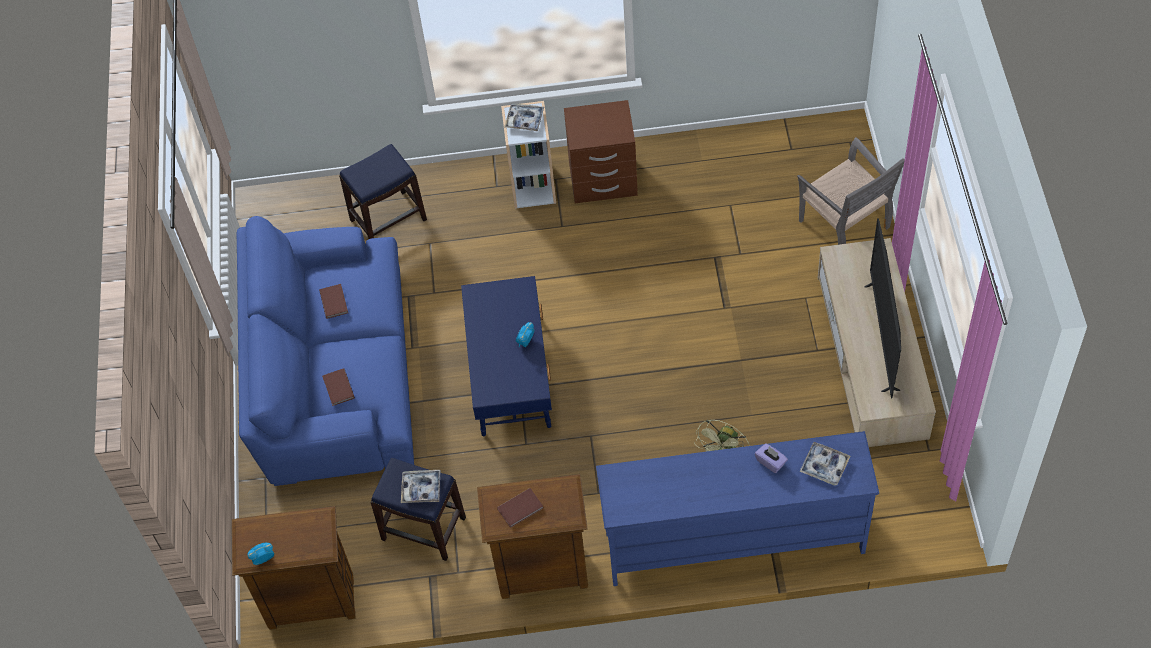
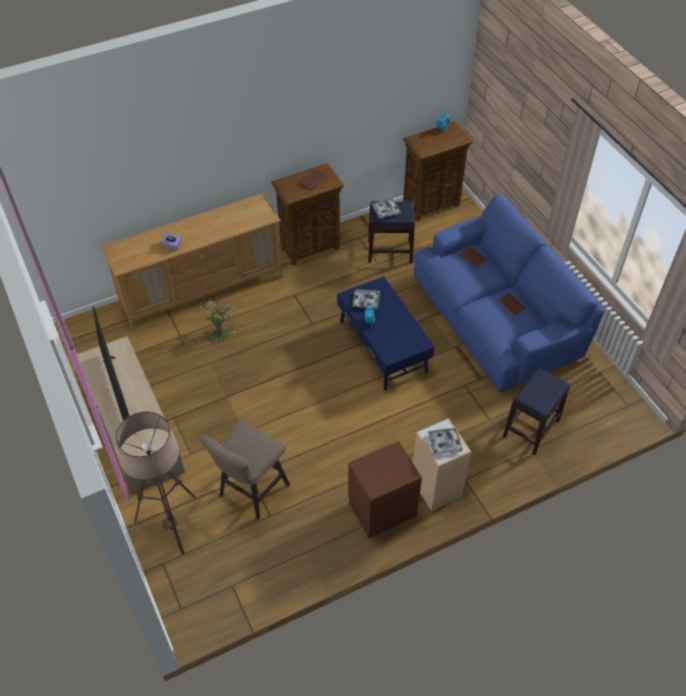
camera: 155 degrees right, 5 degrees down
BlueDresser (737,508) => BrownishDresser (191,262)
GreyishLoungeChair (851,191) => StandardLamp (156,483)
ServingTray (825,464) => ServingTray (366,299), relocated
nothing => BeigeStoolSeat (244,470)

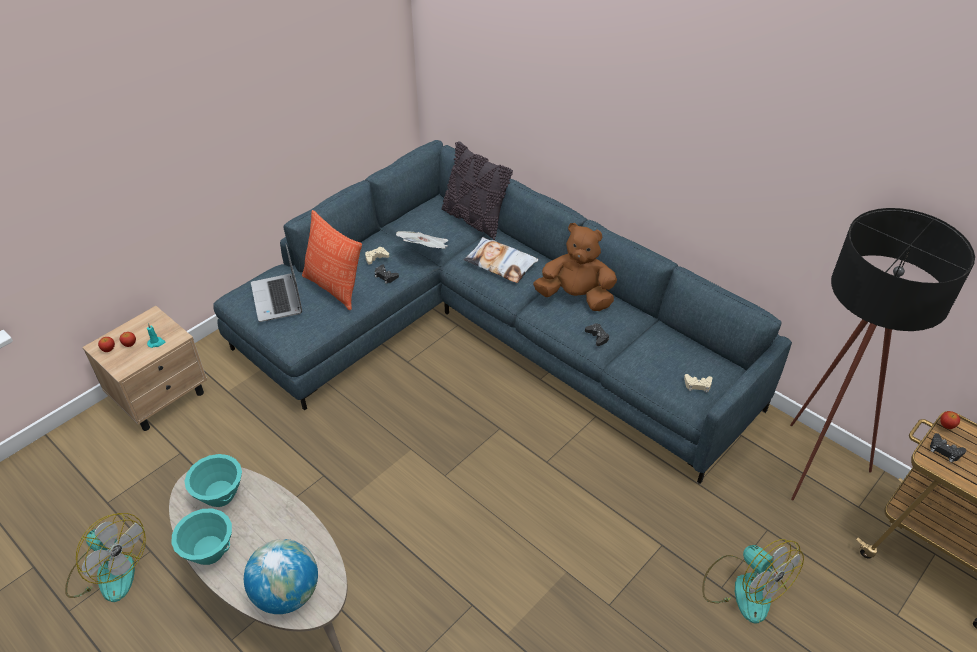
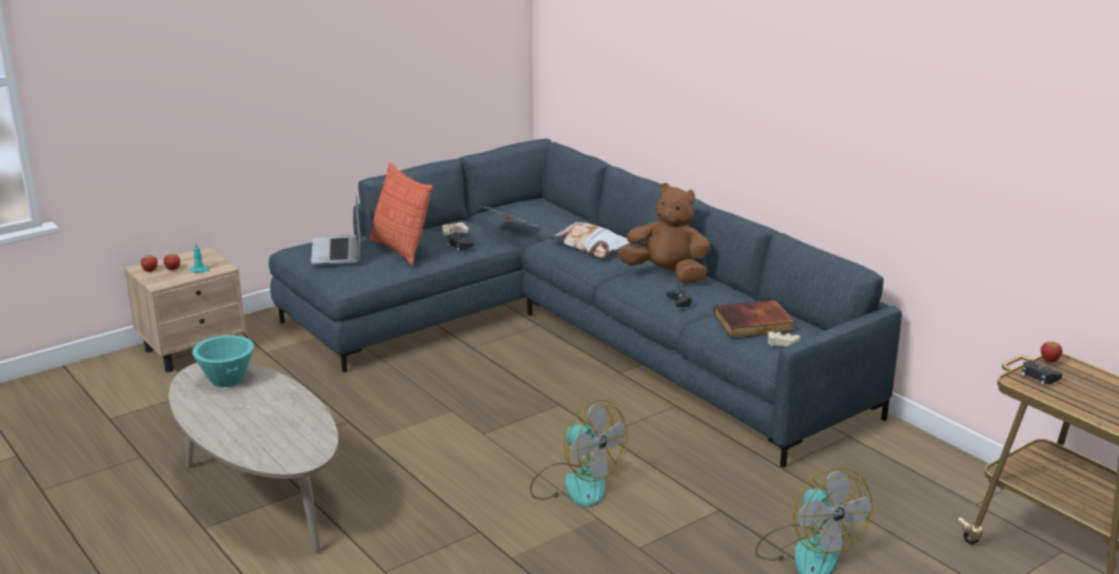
camera: 10 degrees right, 20 degrees down
Fan (105,557) => Fan (579,453), relocated
BlueGreenBowl (201,536) => nothing
WorldGlobe (281,576) => nothing
BlackishPillow (477,190) => nothing
BlackishStandardLamp (882,354) => nothing
nothing => BoundBook (754,319)

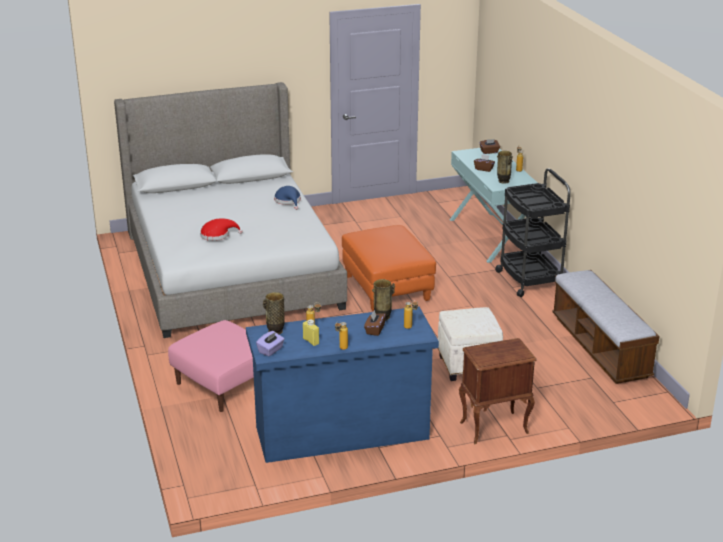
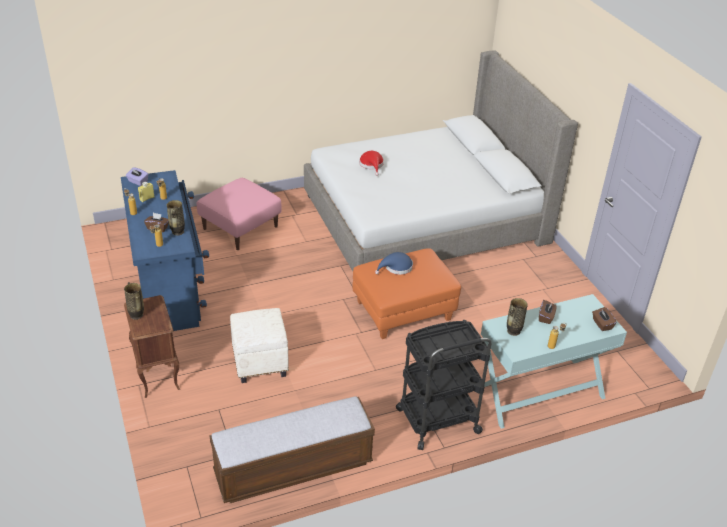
camera: 85 degrees right, 10 degrees up
FlowerVase (274,313) => FlowerVase (134,301), relocated
BlueClothingHat (287,198) => BlueClothingHat (394,263), relocated

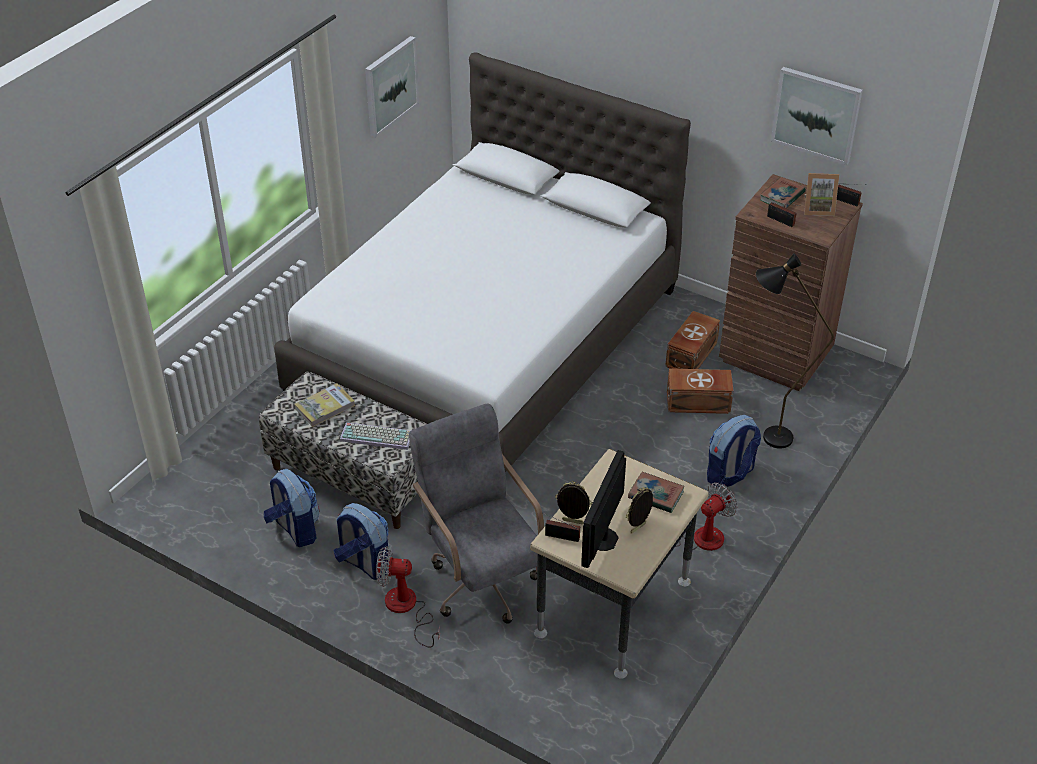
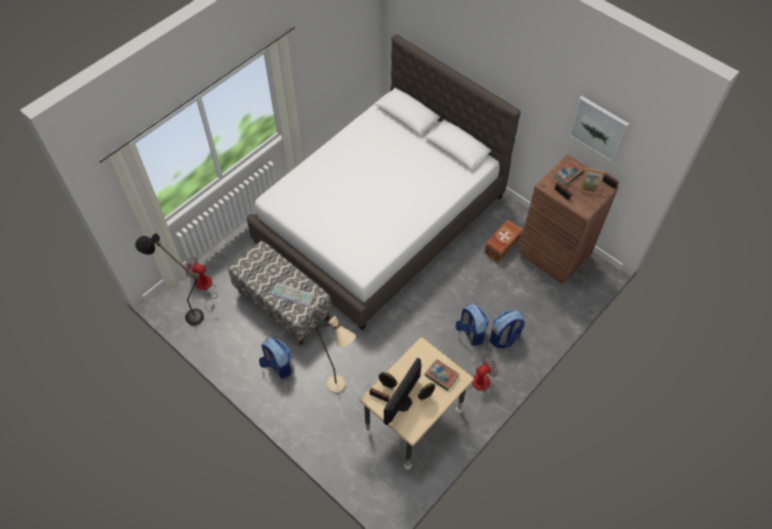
camera: 10 degrees right, 15 degrees up
Rucksack (292,508) => Rucksack (472,324), relocated
BoundBook (325,405) => nothing
WallPicture (392,87) => nothing
Fan (408,596) => Fan (201,284), relocated
GreyishOfficeChair (476,514) => BeigeStandardLamp (336,354)
BrownishStorageContainer (700,391) => nothing
BlackishStandardLamp (795,351) => BlackishStandardLamp (169,279), relocated

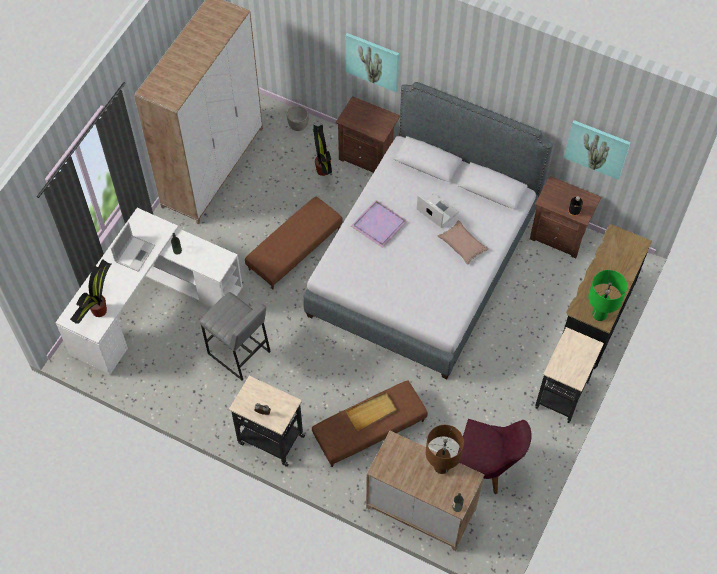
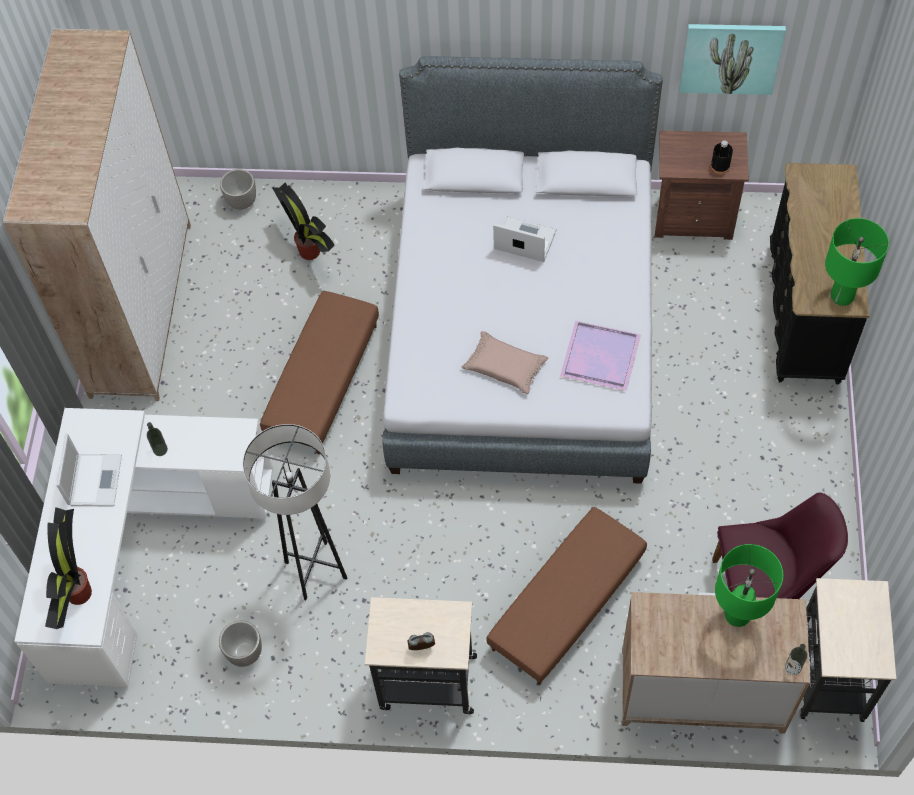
camera: 20 degrees left, 0 degrees up
GreyishStoolSeat (235,336) => GreyishStandardLamp (295,512)
BrownishNightstand (367,134) => nothing
WallPicture (372,62) => nothing
BeigeServingTray (371,411) => nothing
PurplishServingTray (379,224) => PurplishServingTray (600,356), relocated
BrownishTableLamp (445,449) => GreenColouredTableLamp (749,585)
BeigePillow (463,242) => BeigePillow (504,362), relocated
Trolley (569,375) => Trolley (847,650), relocated
nothing => PlantPot (240,644)

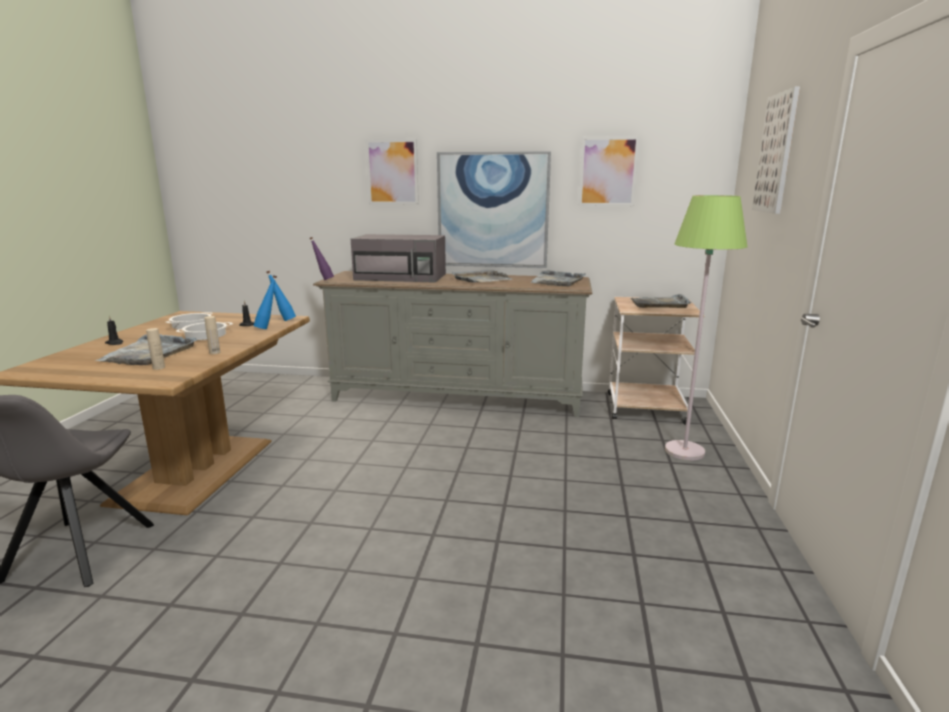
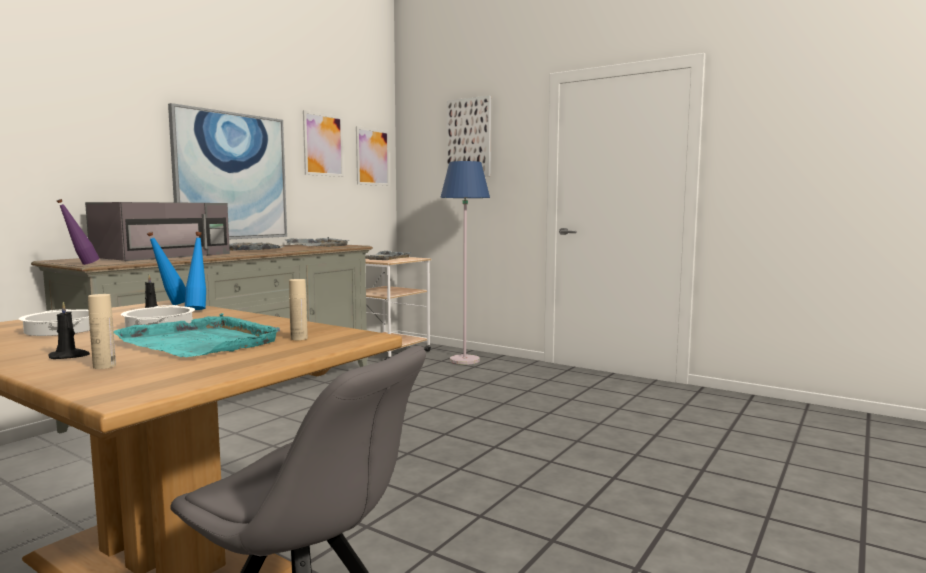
camera: 65 degrees left, 10 degrees down
GreyishServingTray (146,349) => BlueGreenServingTray (197,335)
BeigeBottle (212,335) => BeigeBottle (102,331), relocated
WallPicture (392,172) => WallPicture (372,156), relocated
GreenColouredStandardLamp (706,327) => BlueStandardLamp (465,263)

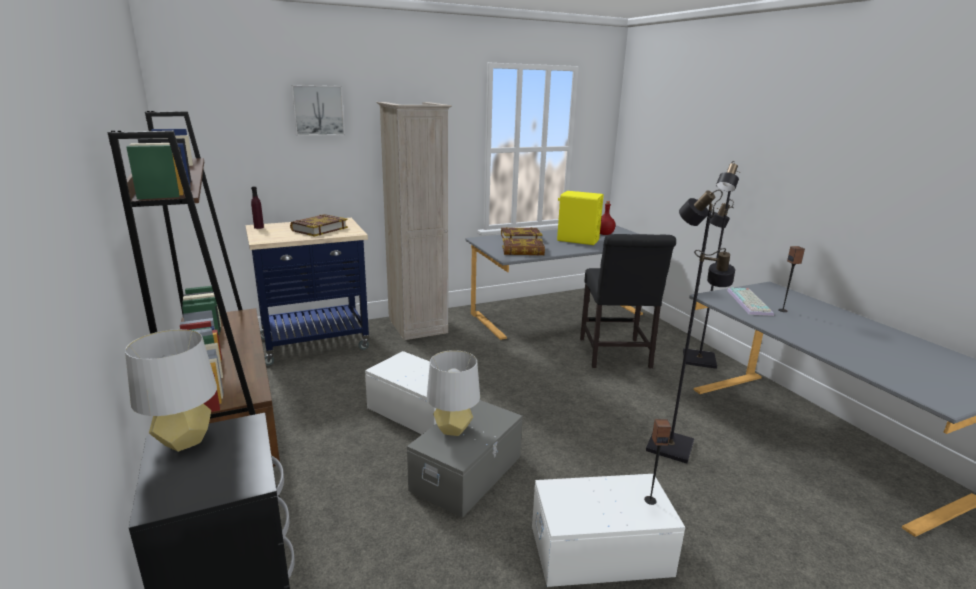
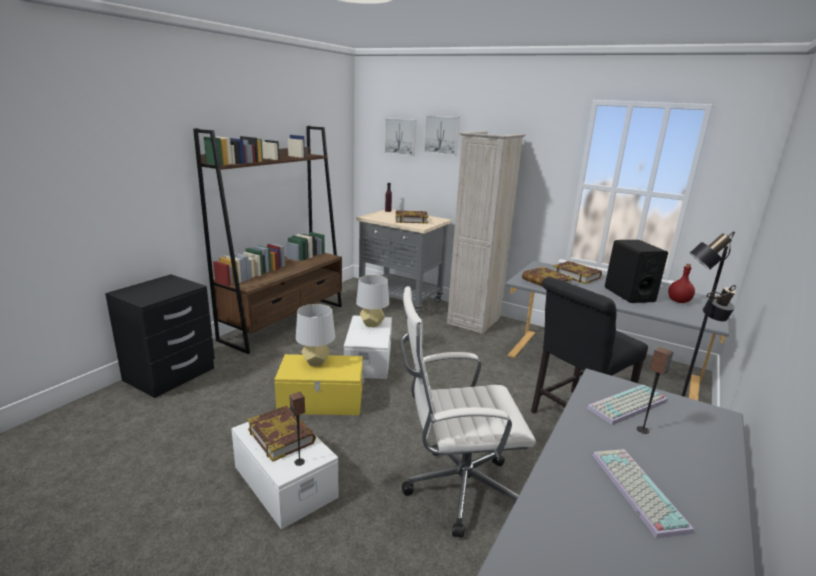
camera: 55 degrees right, 0 degrees up
GreyishTableLamp (171,390) => GreyishTableLamp (372,301), relocated
BlueTrolley (307,292) => GreyishTrolley (403,262)
GreyishStorageContainer (464,459) => YellowColouredStorageContainer (319,384)
YellowColouredLoudspeaker (580,218) => BlackishLoudspeaker (636,271)
BlackishStandardLamp (690,327) => WhiteColouredOfficeChair (468,412)
nothing => BoundBook (281,433)
nothing => WallPicture (400,137)
nothing => ComputerKeyboard (643,493)

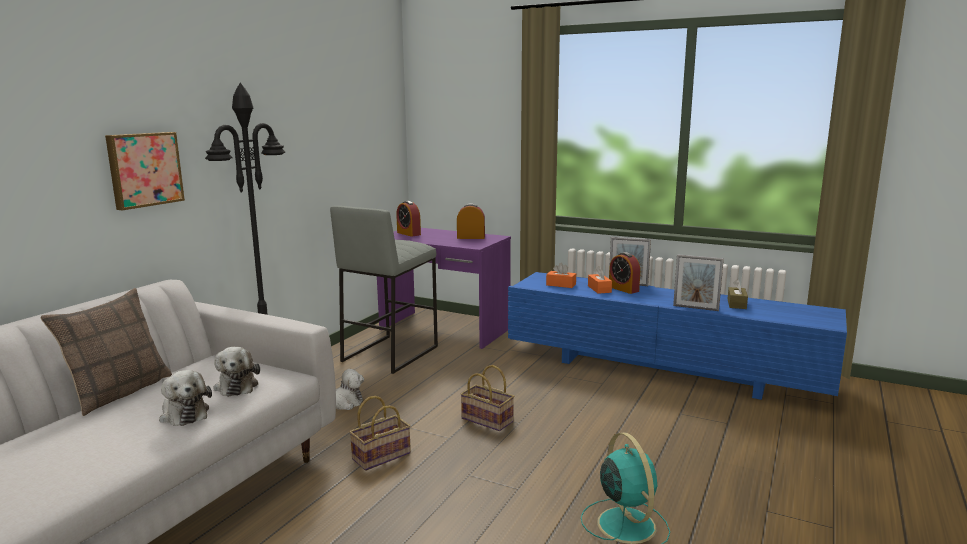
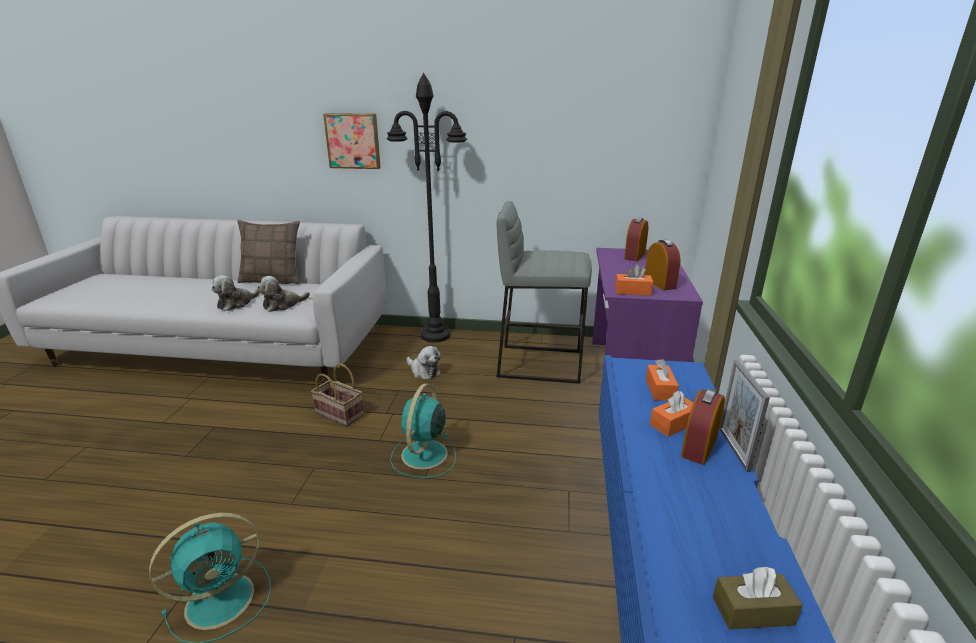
camera: 70 degrees right, 10 degrees up
Basket (487,398) => BlueGreenFan (423,430)
PictureFrame (698,282) => nothing
nothing => OrangeyTissueHolder (634,280)

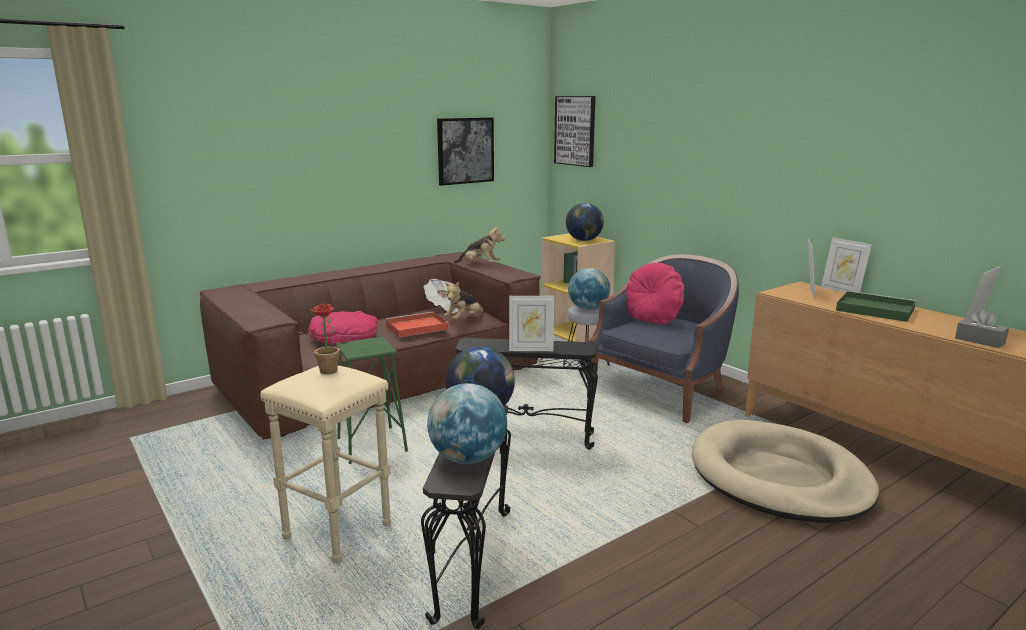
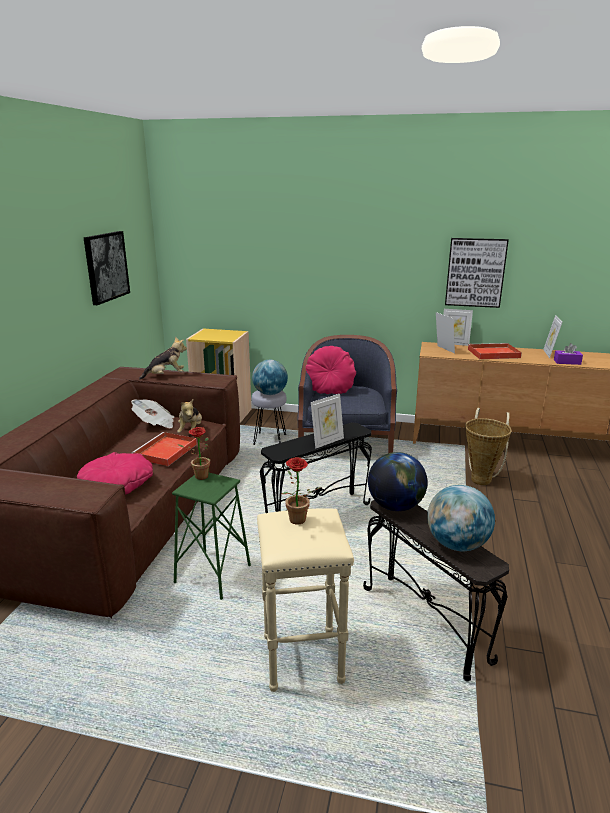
camera: 40 degrees left, 5 degrees up
WallPicture (574,131) => WallPicture (477,273), relocated
WorldGlobe (585,222) => nothing
BeigeDogBed (785,471) => Basket (488,446)
GreenColouredServingTray (876,306) => ReddishServingTray (495,351)
GreyishTissueHolder (982,328) => PurplishTissueHolder (568,354)
nothing => Houseplant (193,453)

